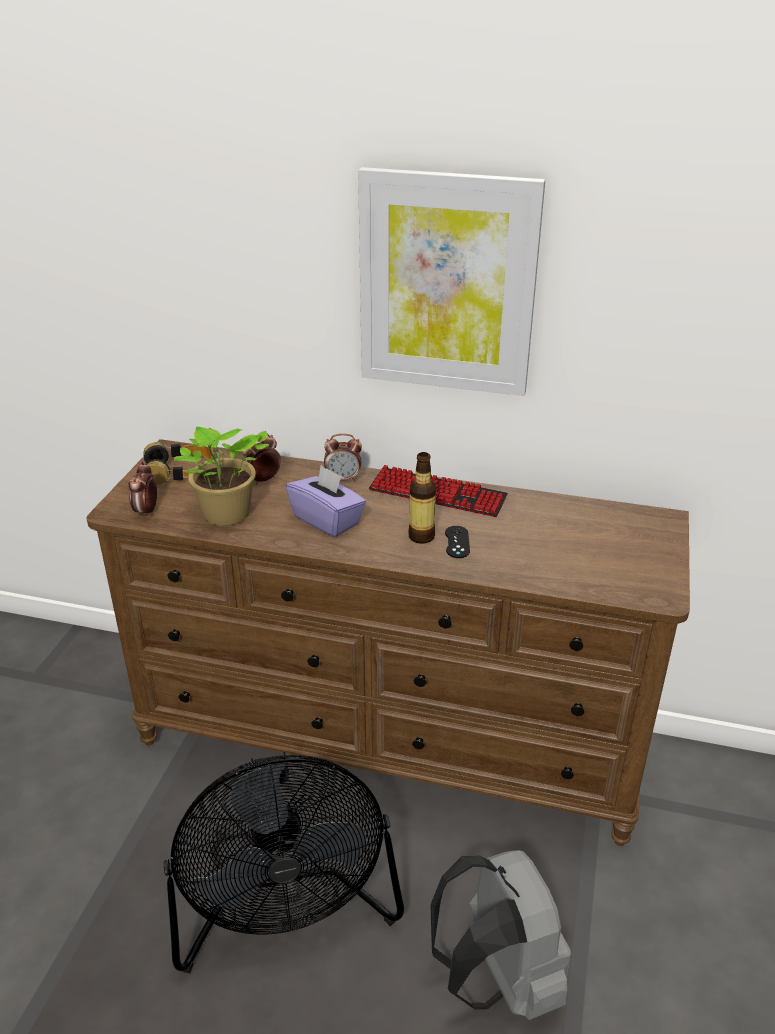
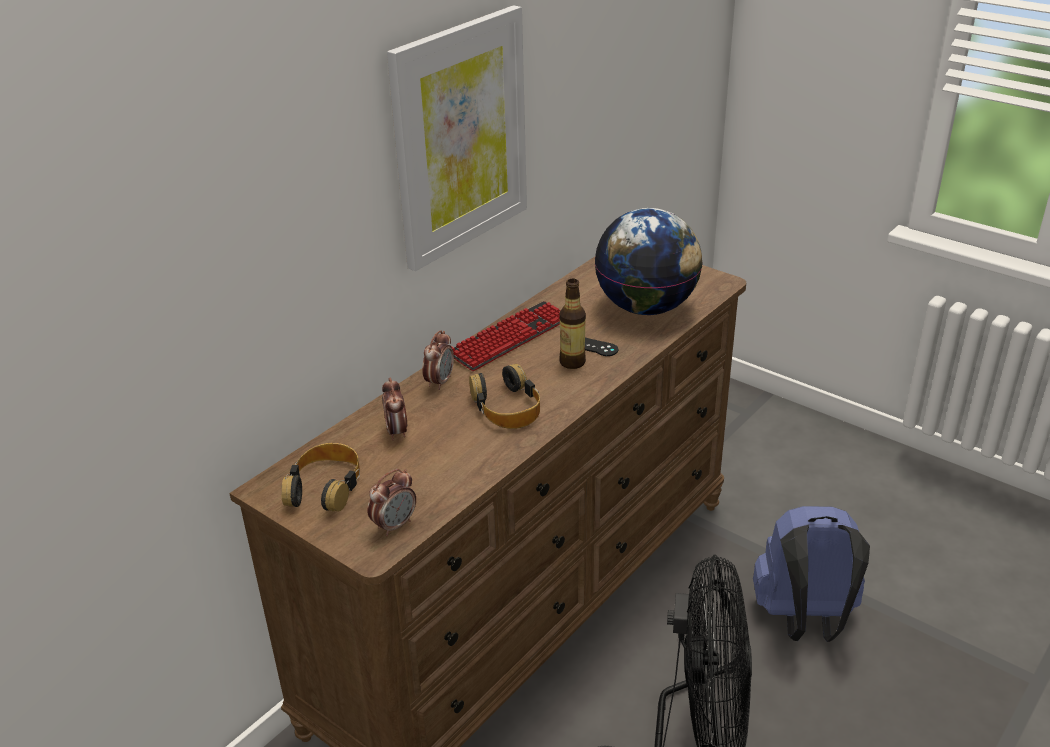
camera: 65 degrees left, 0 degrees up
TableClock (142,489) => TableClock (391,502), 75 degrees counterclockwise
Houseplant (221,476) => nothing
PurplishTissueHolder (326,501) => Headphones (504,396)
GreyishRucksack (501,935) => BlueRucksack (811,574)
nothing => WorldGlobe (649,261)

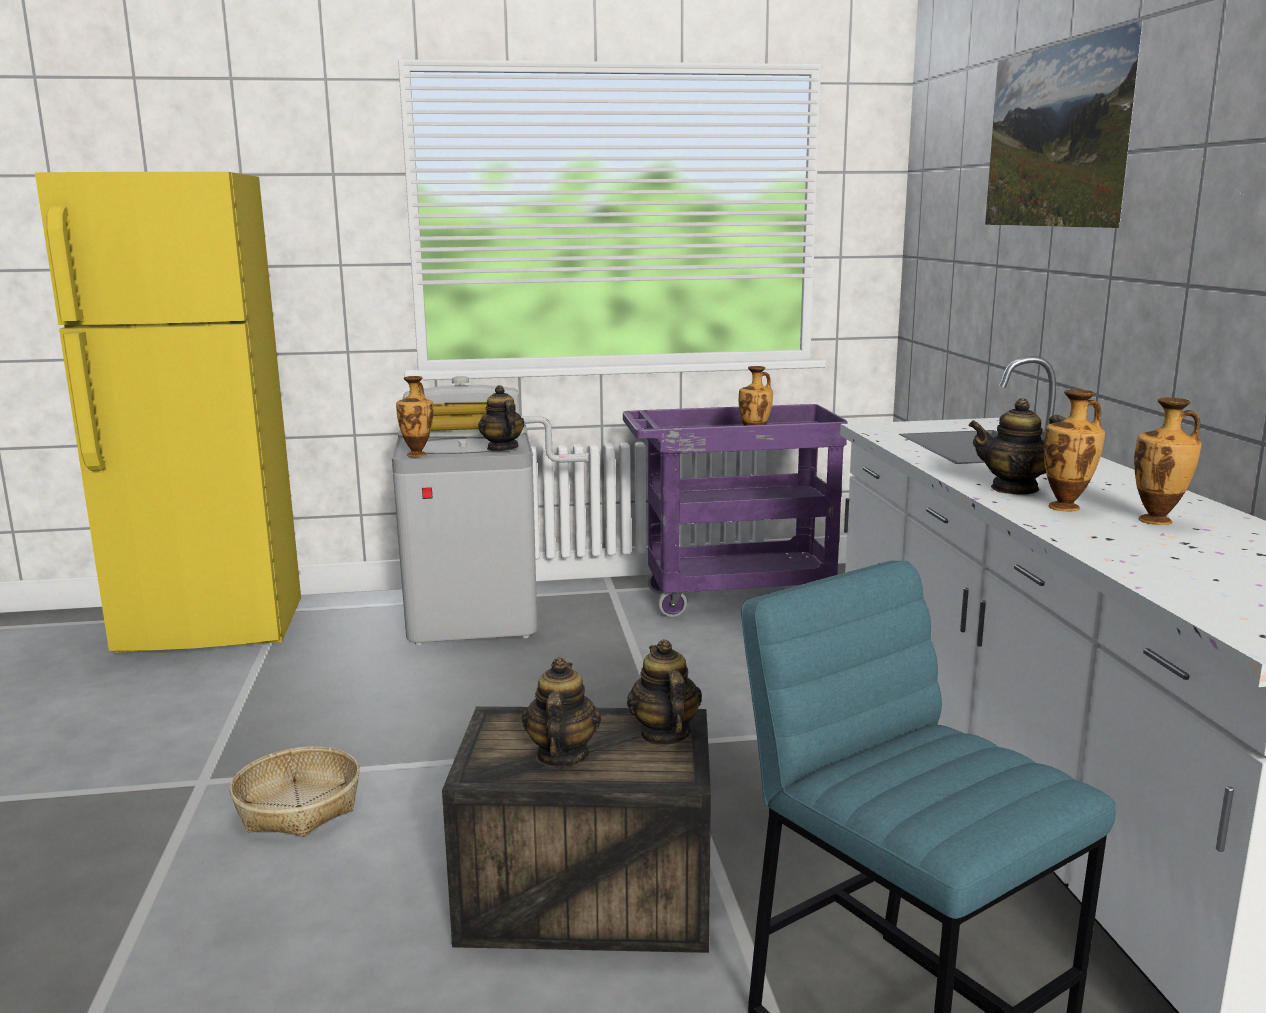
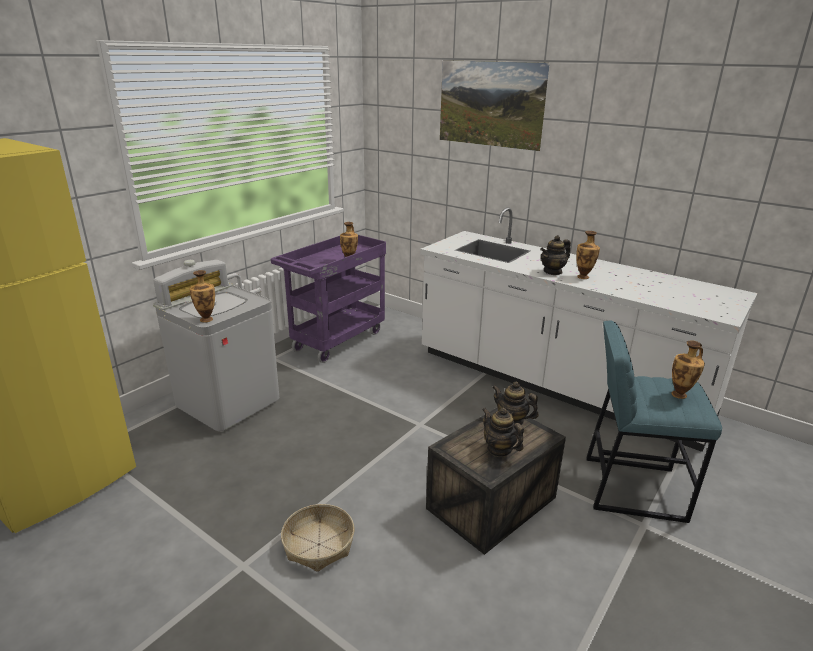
camera: 45 degrees left, 10 degrees up
Teapot (501,418) => nothing
FlowerVase (1167,461) => FlowerVase (688,369), relocated

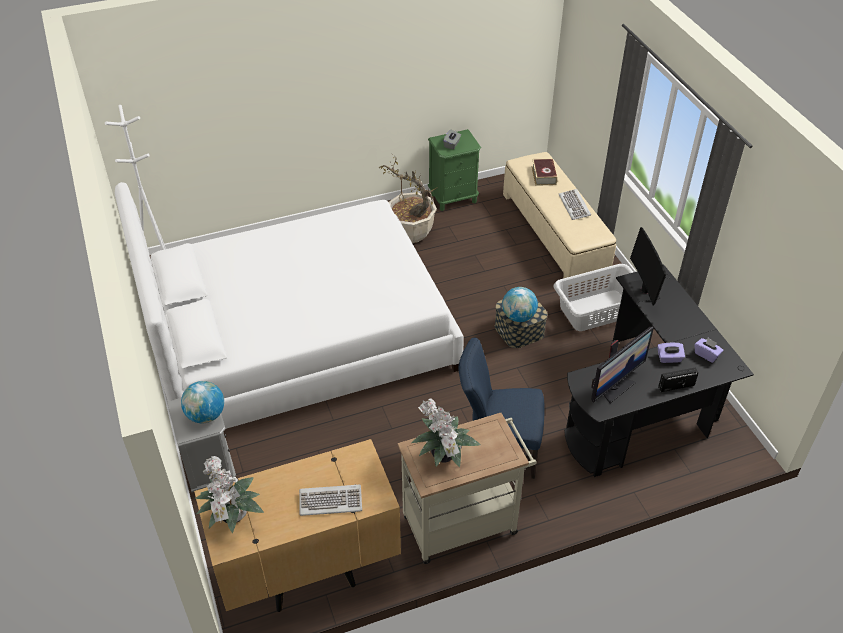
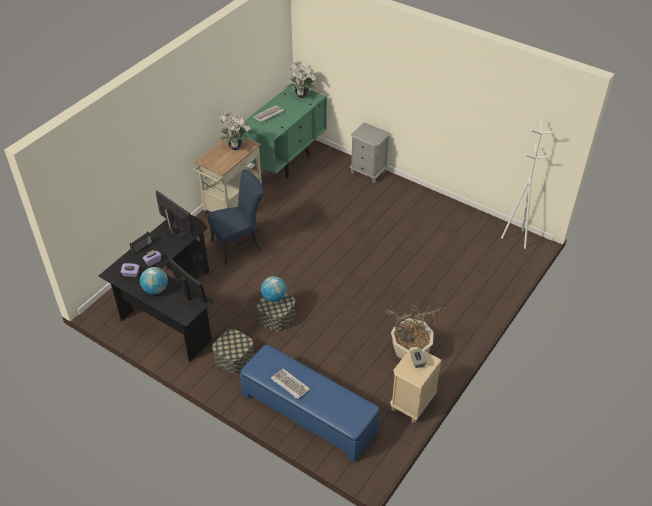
camera: 145 degrees right, 0 degrees up
WhiteColouredBedroomBed (289,305) => nothing
WorldGlobe (202,402) => WorldGlobe (154,280), relocated
BeigeDresser (297,525) => GreenColouredDresser (283,130)
GreenColouredNightstand (454,170) => BeigeNightstand (416,385)
BeigeBench (559,219) => BlueBench (310,403)
BoundBook (544,172) => nothing
GreyishLaundryBasket (593,297) => StorageContainer (233,352)
ComputerDisplay (622,365) => ComputerDisplay (175,214), 120 degrees clockwise

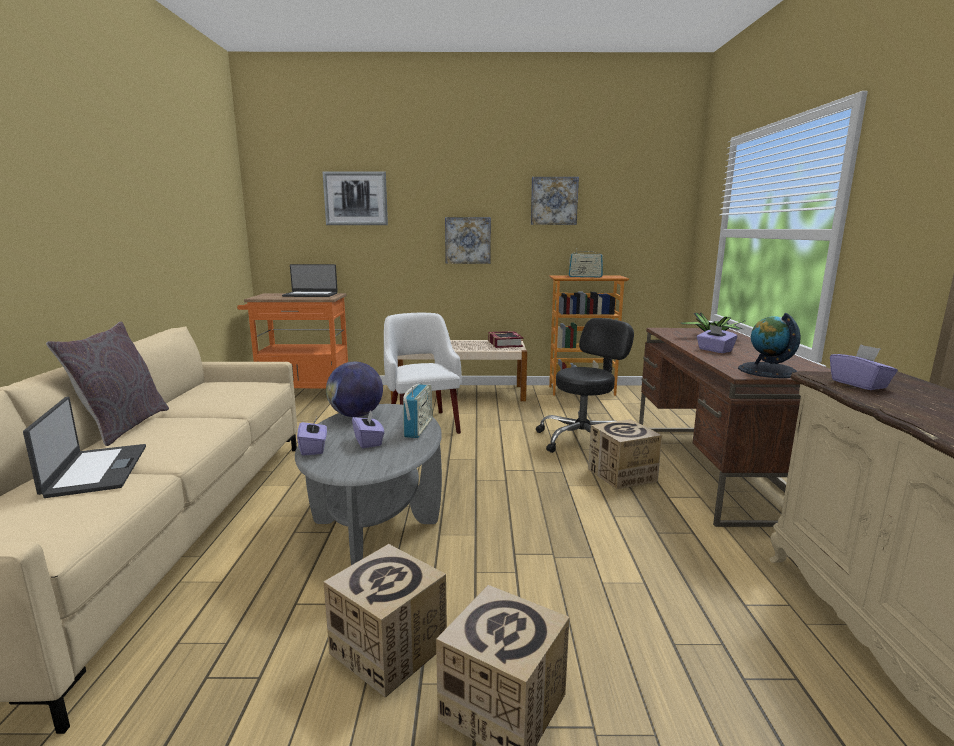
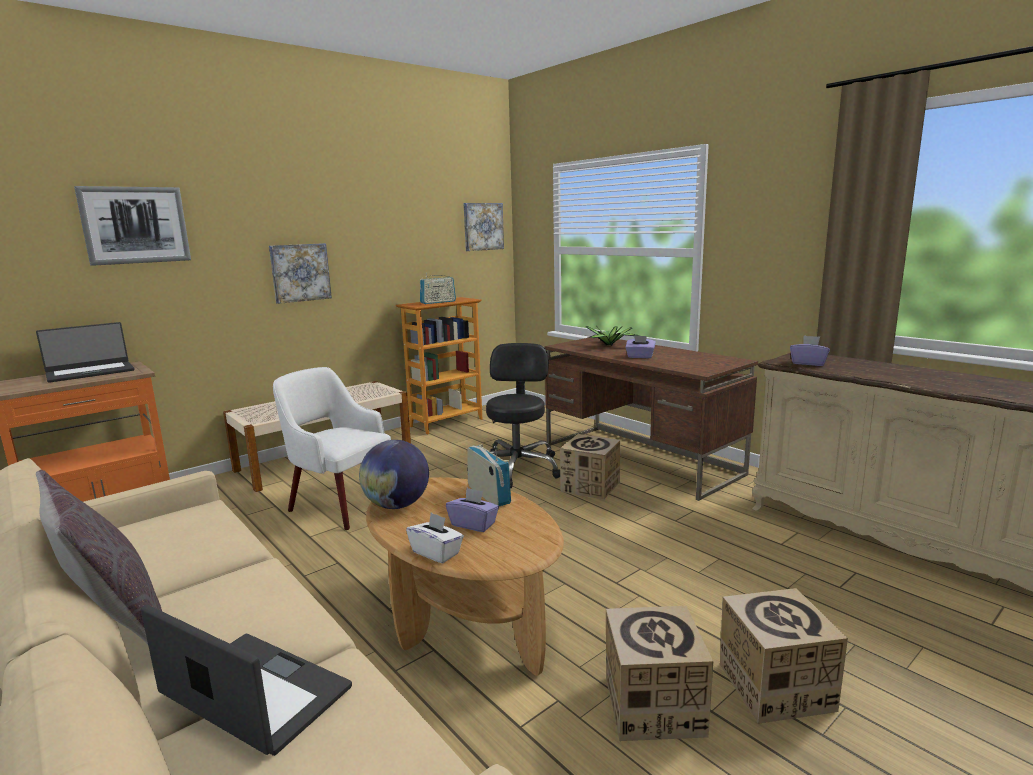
camera: 40 degrees left, 0 degrees up
GreyishLoungeTable (368,484) => BrownishLoungeTable (465,576)
PurplishTissueHolder (312,436) => WhiteColouredTissueHolder (435,537)
BoundBook (505,339) => nothing
WallPicture (555,201) => WallPicture (484,227), relocated
WorldGlobe (769,345) => nothing

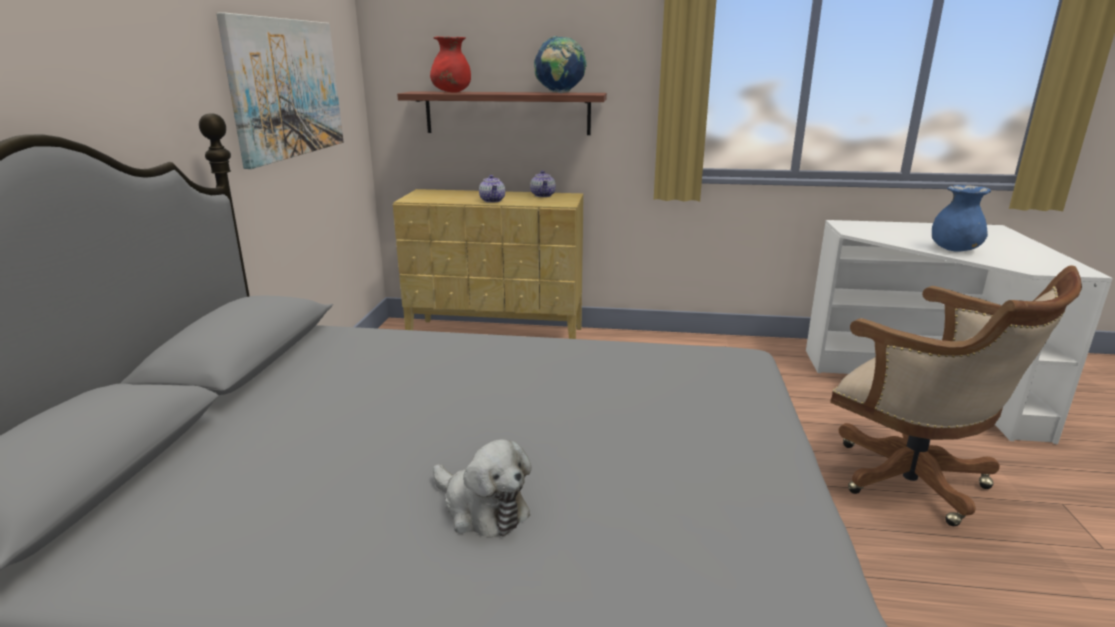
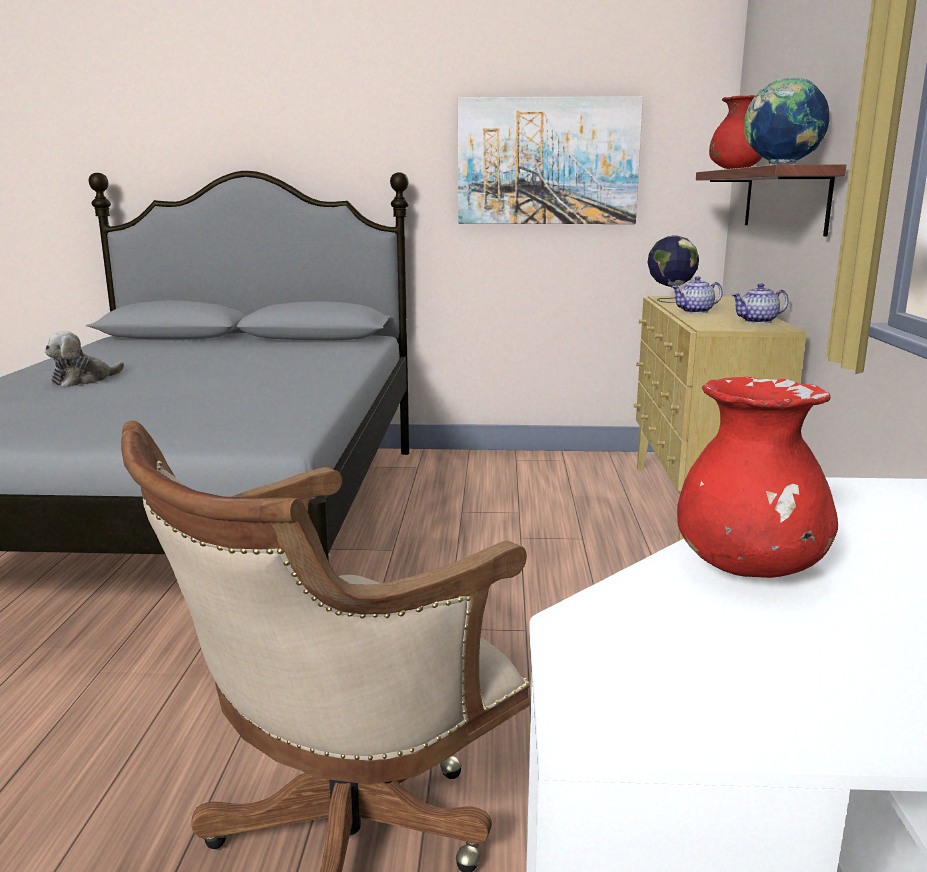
camera: 85 degrees right, 5 degrees down
BlueFlowerVase (961,218) => ReddishFlowerVase (757,477)
nothing => WorldGlobe (673,269)

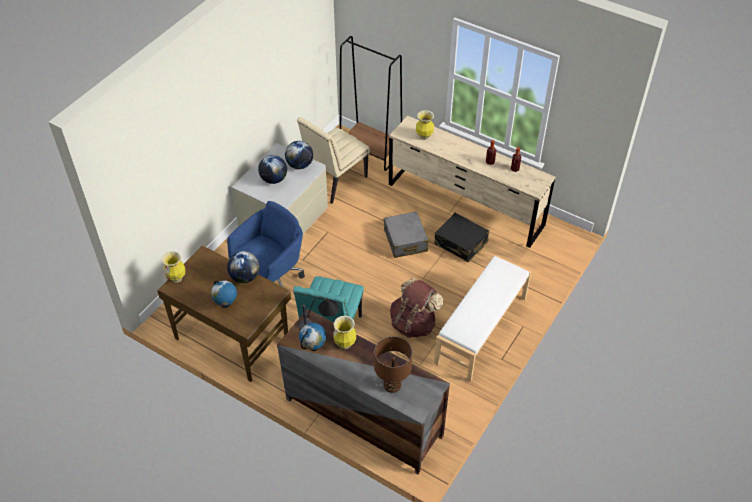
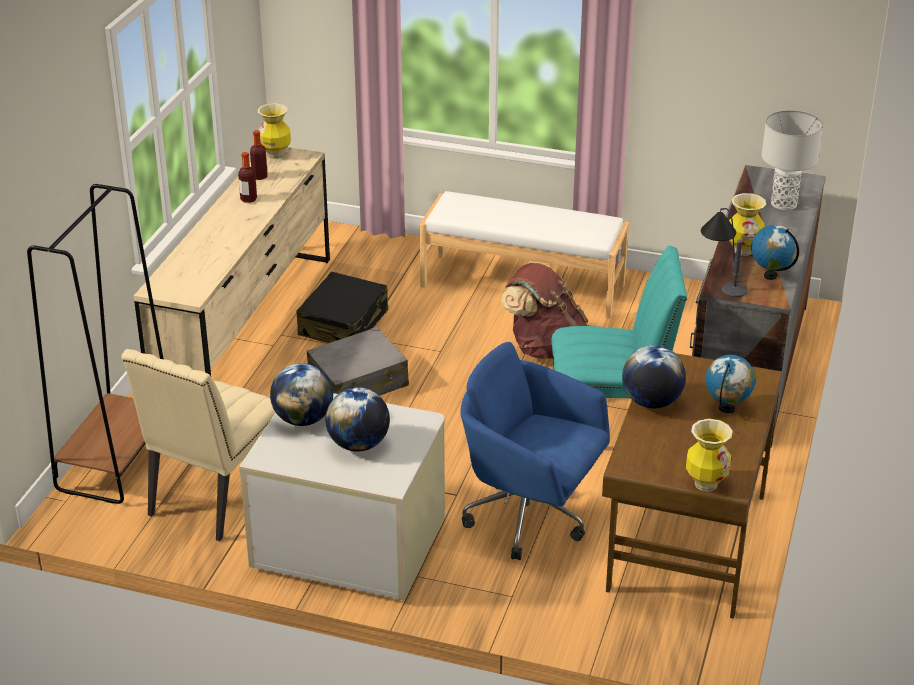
camera: 105 degrees left, 15 degrees down
BeigeChair (333,160) => BeigeChair (198,445), 90 degrees clockwise
BrownishTableLamp (393,364) => WhiteColouredTableLamp (792,160)
FlowerVase (425,125) => FlowerVase (274,131), relocated

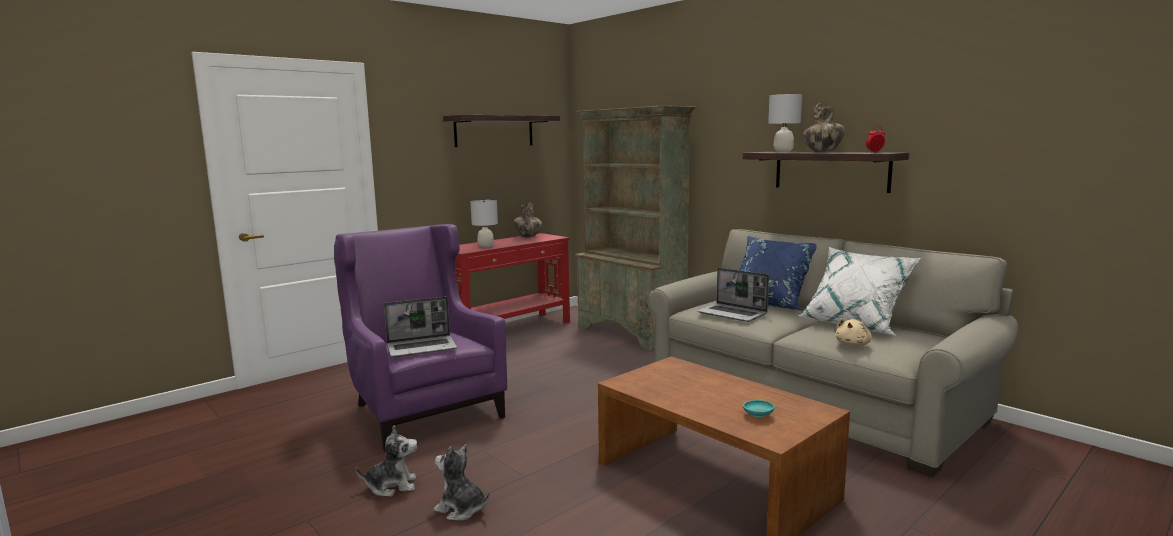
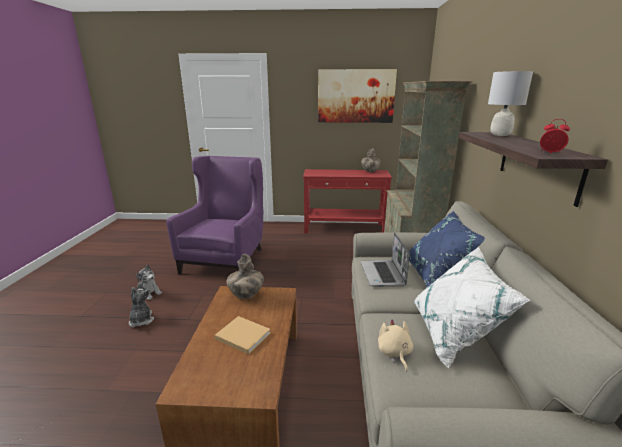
camera: 45 degrees right, 10 degrees up
PortableComputer (420,326) => nothing
BracketShelf (501,131) => WallPicture (357,96)
GreyishTableLamp (484,224) => nothing
BlueGreenBowl (759,408) => nothing
FlowerVase (824,127) => FlowerVase (245,276), relocated
BeigeCuddlyToy (854,332) => BeigeCuddlyToy (395,345), 90 degrees clockwise
nothing => BeigeBoundBook (242,335)

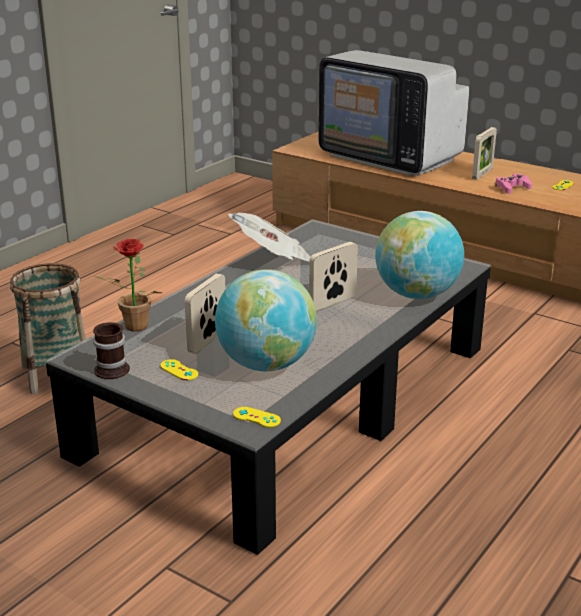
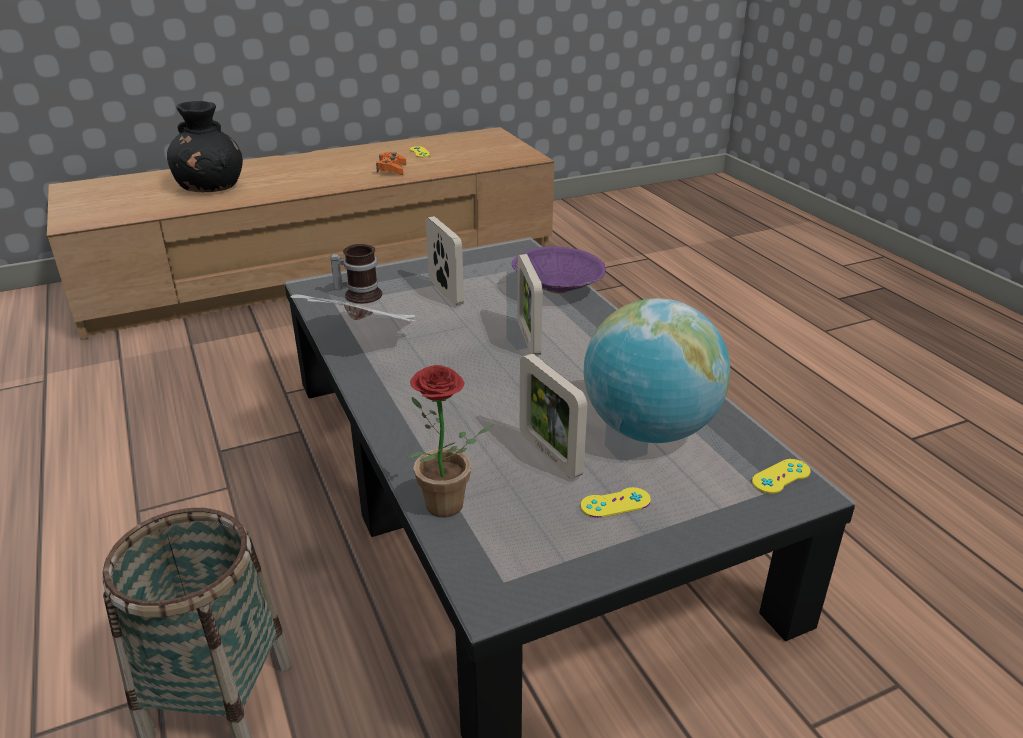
camera: 60 degrees left, 5 degrees up
Mug (111,350) => Mug (356,274), relocated
Television (393,113) => BlackishFlowerVase (205,146)
WorldGlobe (419,255) => PurplishBowl (559,270)
PictureFrame (484,153) => PictureFrame (445,261), relocated
PinkColouredJoypad (513,183) => OrangeyJoypad (391,163)

